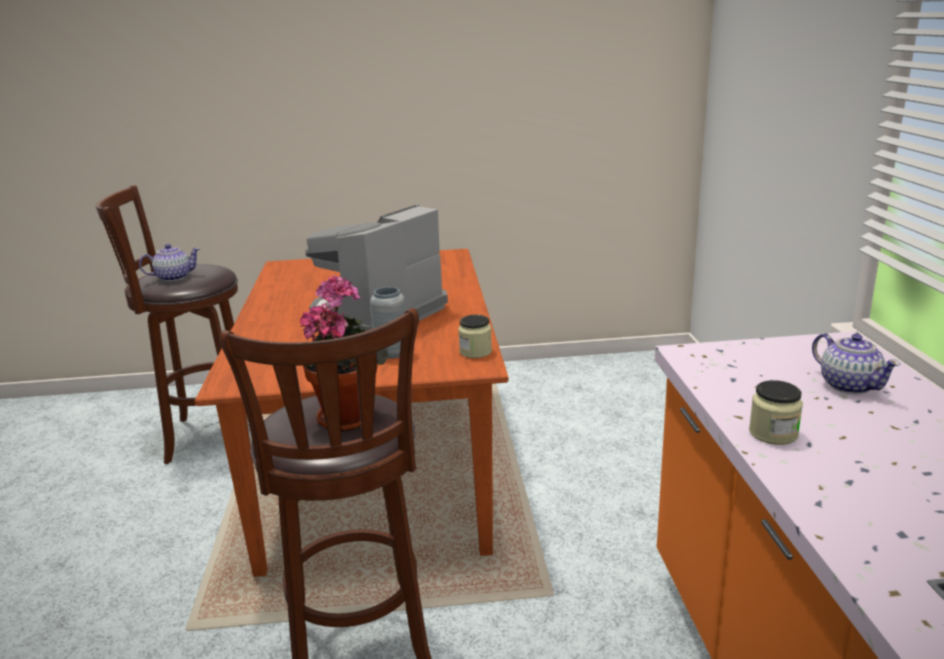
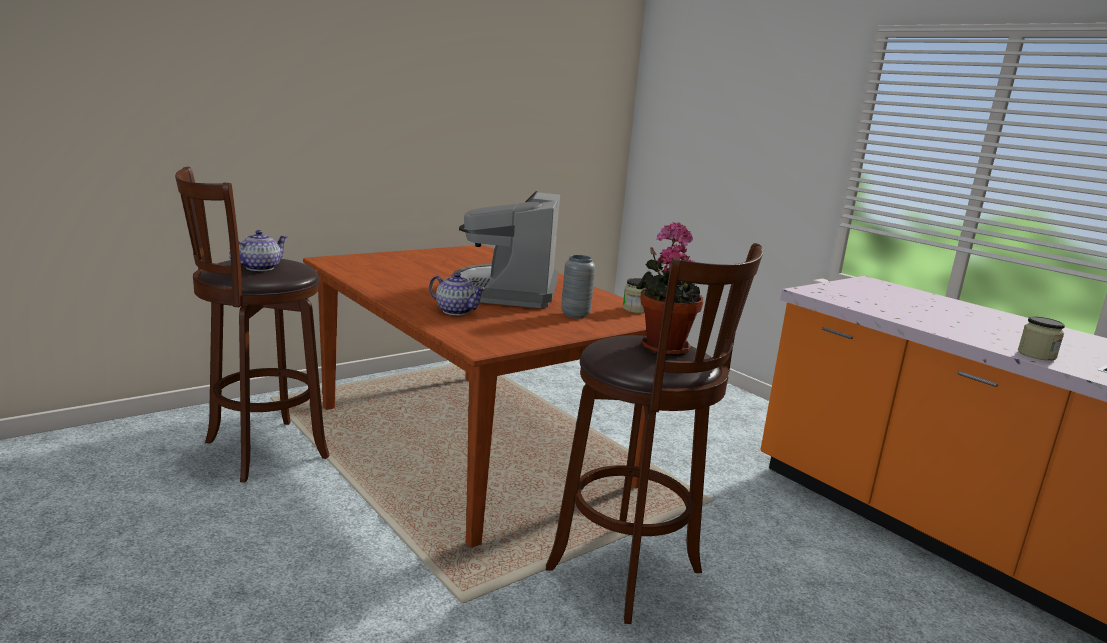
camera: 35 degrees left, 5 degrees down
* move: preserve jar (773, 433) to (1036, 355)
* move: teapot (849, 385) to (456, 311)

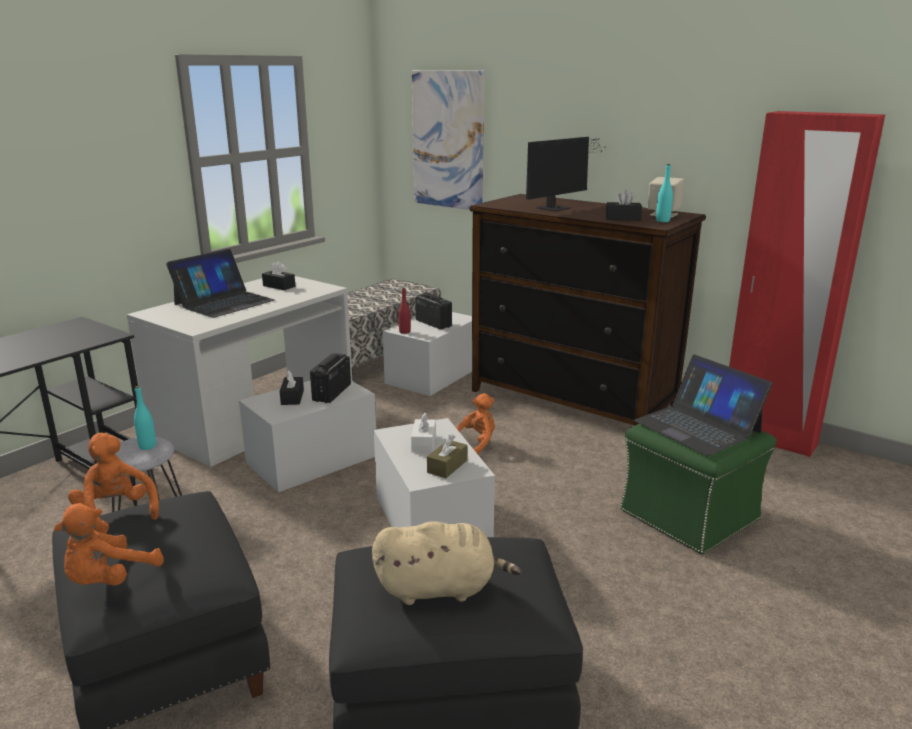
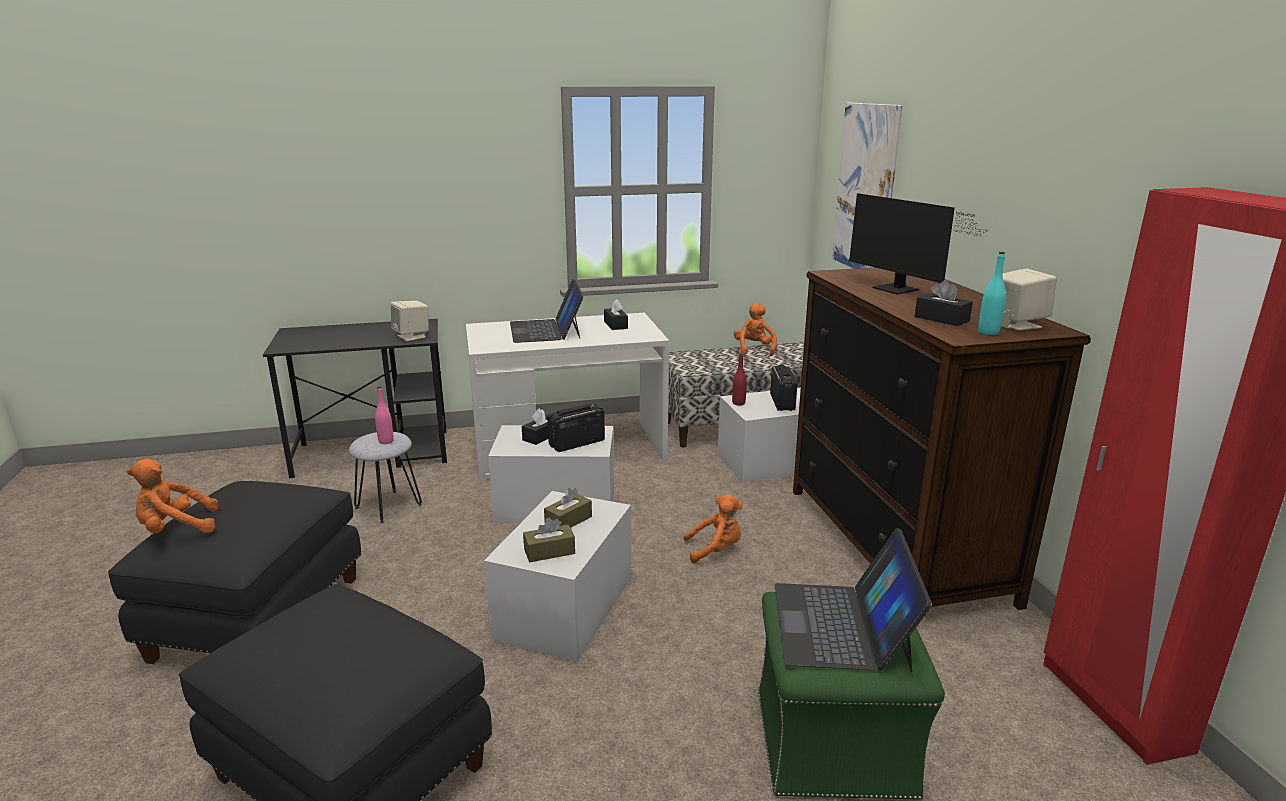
camera: 40 degrees right, 0 degrees up
* delete: cuddly toy (beige) (440, 588)
* insert: speaker (beige) (412, 336)
* move: cuddly toy (orangey) (116, 513) to (754, 349)
* recolor: bottle (turquoise) (147, 446) to bottle (pinkish) (386, 441)
* recolor: box of tissues (whitish) (423, 443) to box of tissues (brown) (568, 520)
* rotate: laptop (224, 302) = (546, 330) 90 degrees clockwise
* rotate: monitor (557, 208) = (899, 290) 60 degrees clockwise

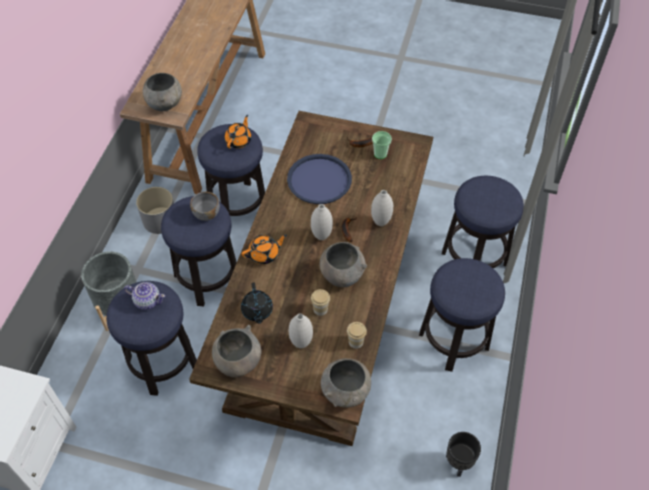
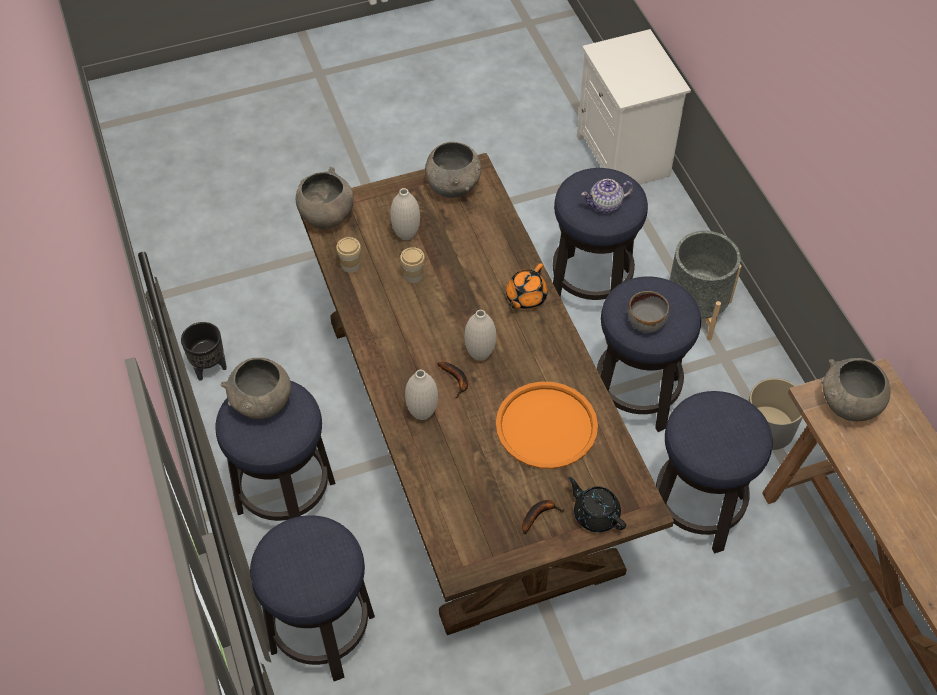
camera: 145 degrees right, 0 degrees up
* delete: teapot (orangey) (239, 140)
* delete: small cup (380, 154)
* move: teapot (black) (257, 311) to (595, 514)
* move: deep dish (greyish) (342, 275) to (262, 404)
* recolor: carrying tray (blue) (319, 180) to carrying tray (orangey) (546, 426)

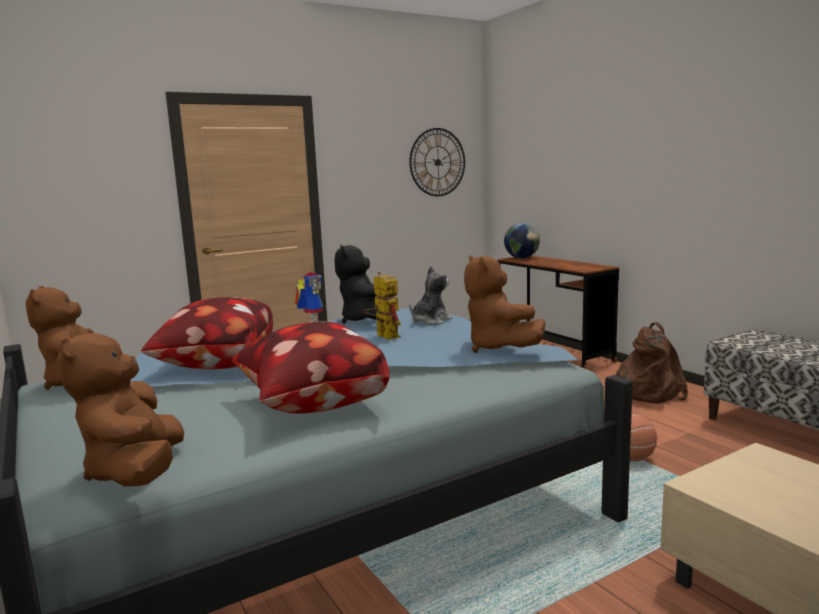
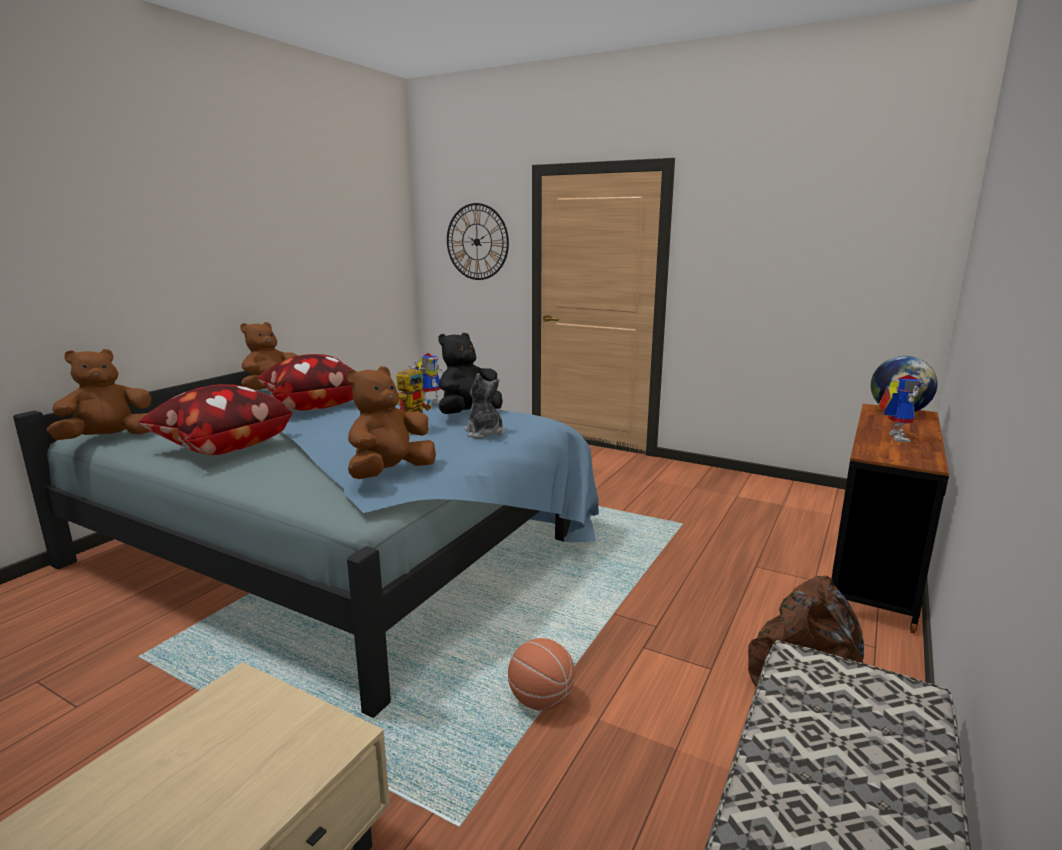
camera: 60 degrees right, 5 degrees up
* insert: model robot (893, 437)
* move: wall clock (437, 162) to (477, 242)
* rotate: cuddly toy (430, 321) = (484, 433) 135 degrees counterclockwise

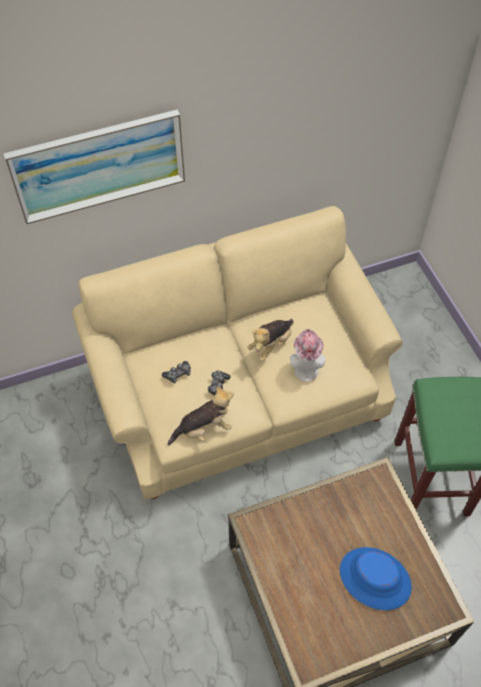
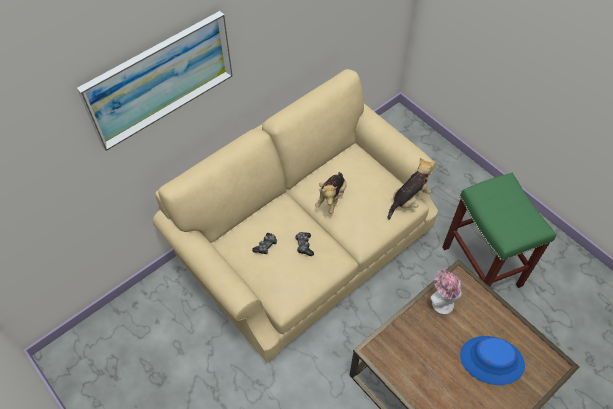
camera: 20 degrees left, 0 degrees up
* move: cuddly toy (204, 429) to (409, 200)
* move: hat (305, 368) to (441, 301)

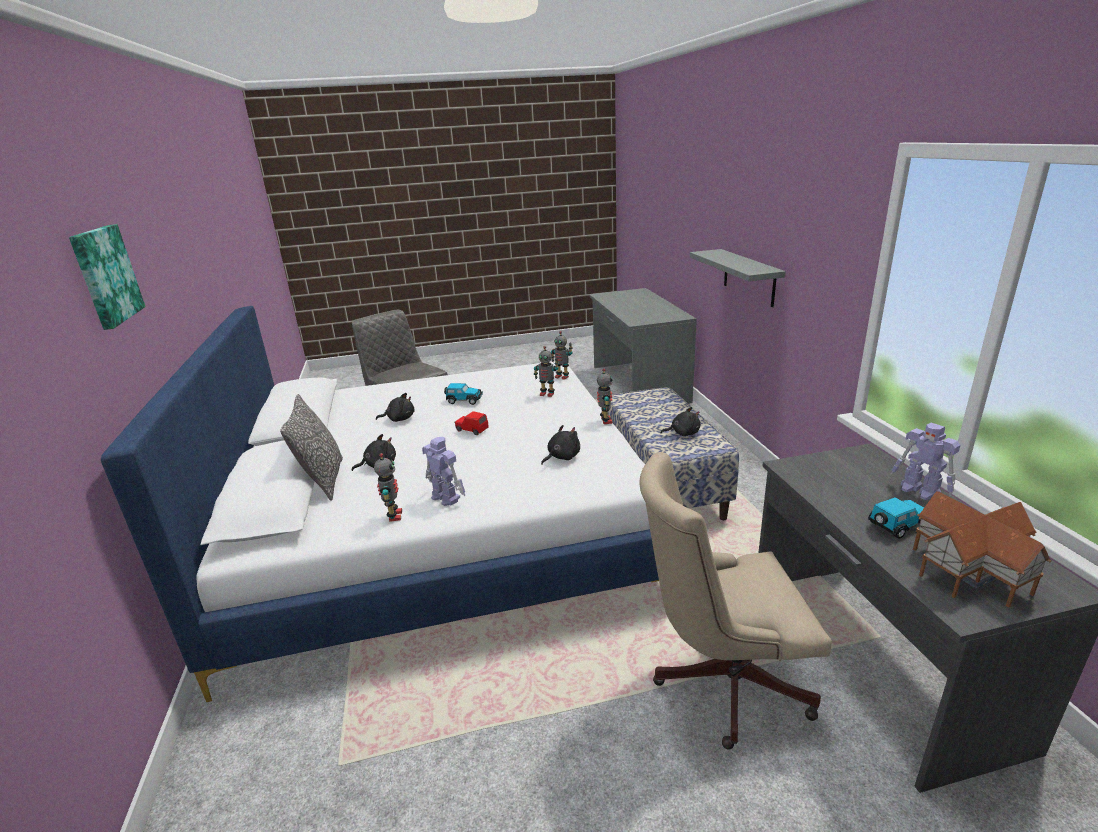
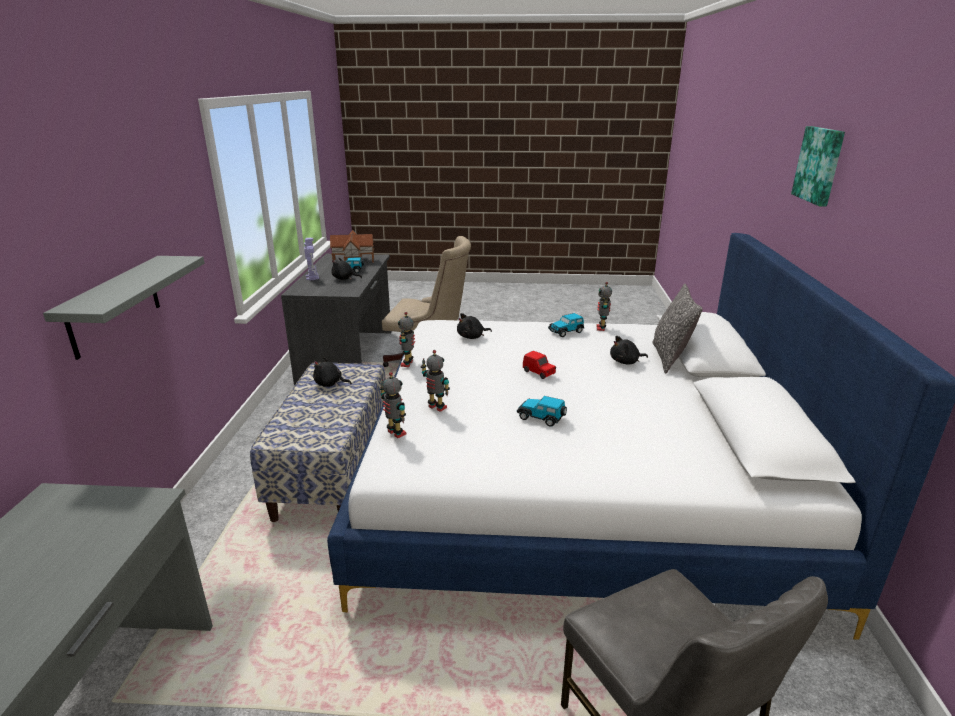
camera: 165 degrees left, 0 degrees up
* move: cuddly toy (black) (399, 419) to (344, 279)
* replace: model robot (445, 497) to toy car (566, 331)

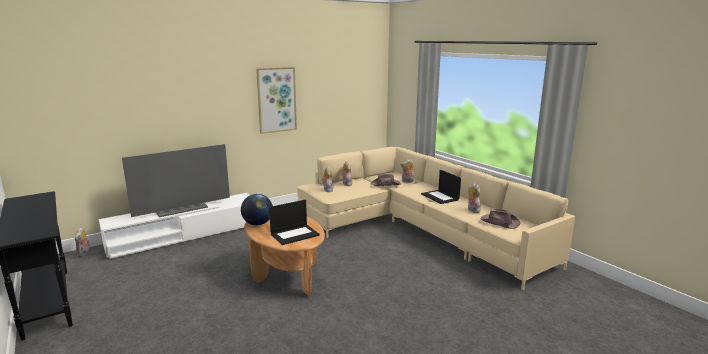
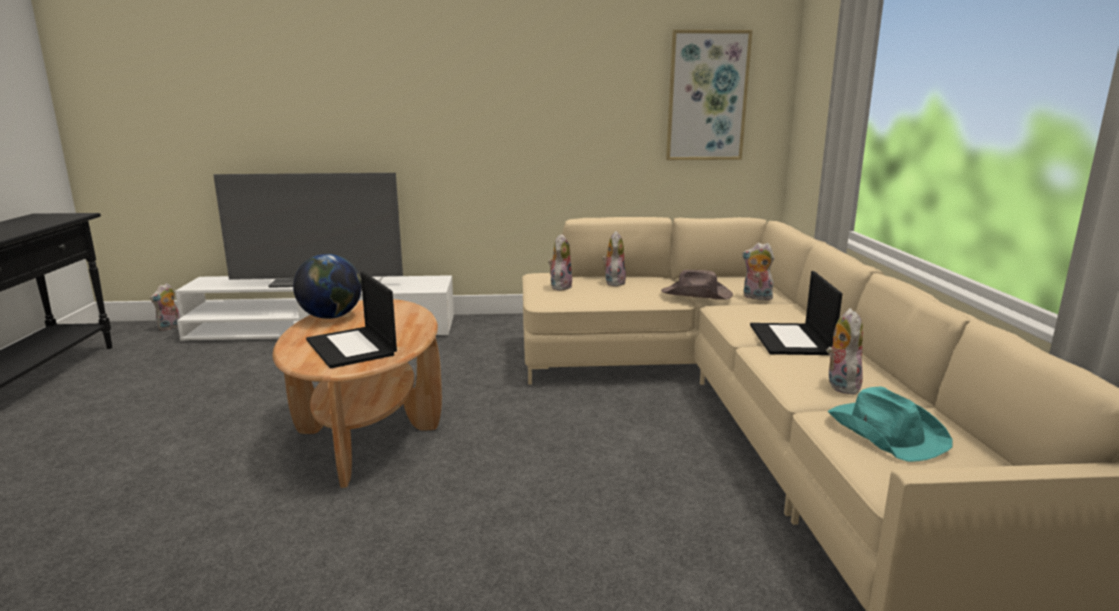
camera: 30 degrees right, 0 degrees up
* move: wall art (276, 100) to (707, 96)
* recolor: hat (brown) (499, 222) to hat (turquoise) (885, 432)
* rotate: laptop (295, 234) = (352, 347) 60 degrees clockwise

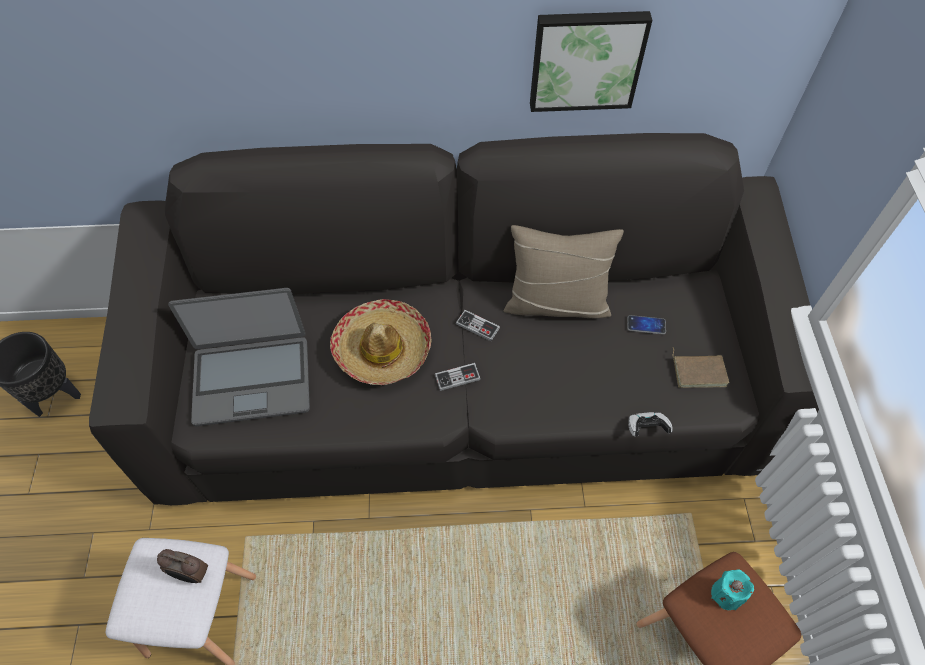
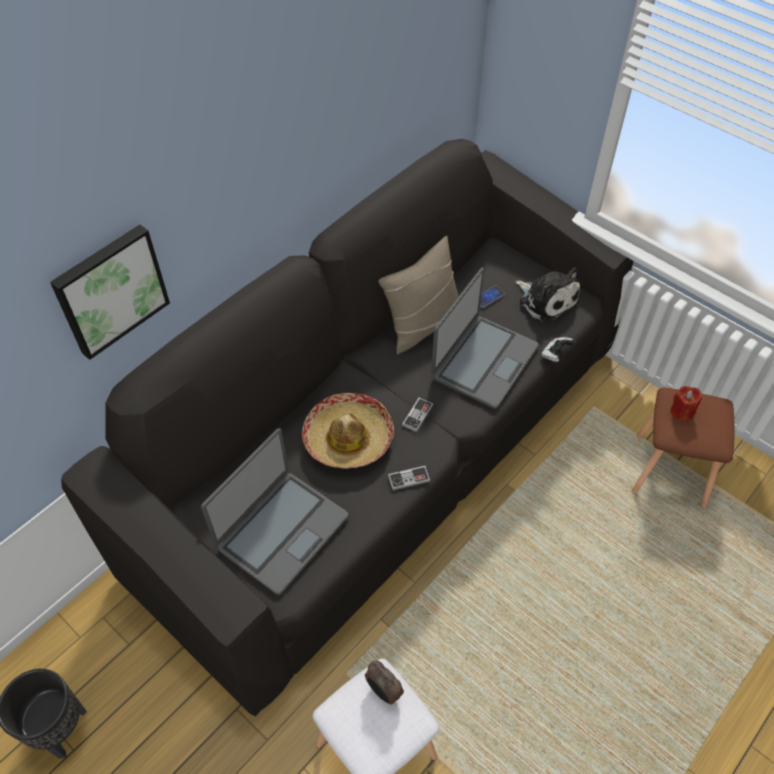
camera: 45 degrees left, 5 degrees down
* insert: laptop (483, 362)
* move: gamepad (477, 326) to (409, 478)
* move: wall art (586, 59) to (110, 290)
* replace: volume (brown) (699, 371) to cuddly toy (546, 300)
* recolor: wax candle (turquoise) (726, 594) to wax candle (red-coloured) (681, 411)
* rotate: alarm clock (191, 574) = (383, 691) 75 degrees clockwise

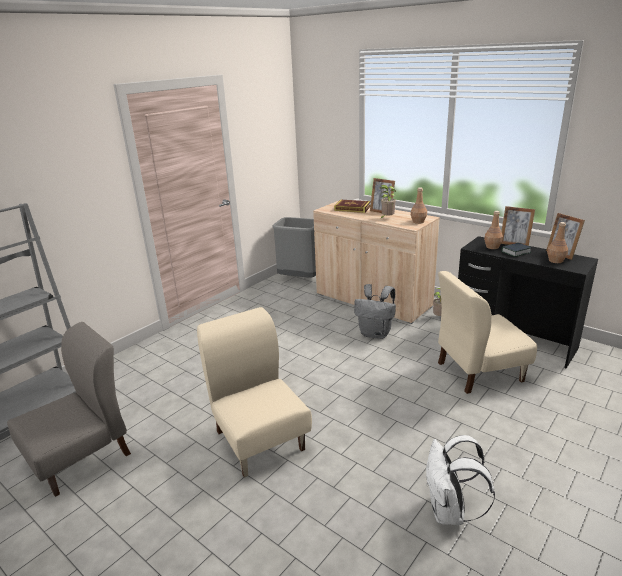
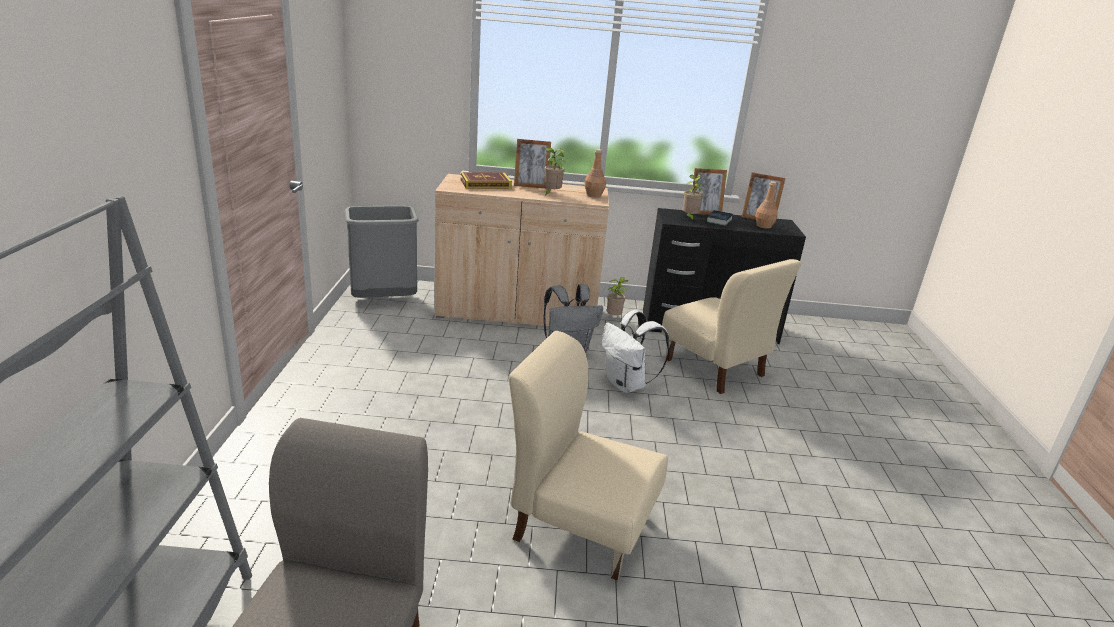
camera: 40 degrees left, 0 degrees up
* move: knapsack (whitish) (449, 512) to (627, 385)
* replace: bottle (brown) (492, 247) to plant in a pot (689, 218)
* rotate: upright chair (beige) (478, 371) = (714, 368) 75 degrees counterclockwise

